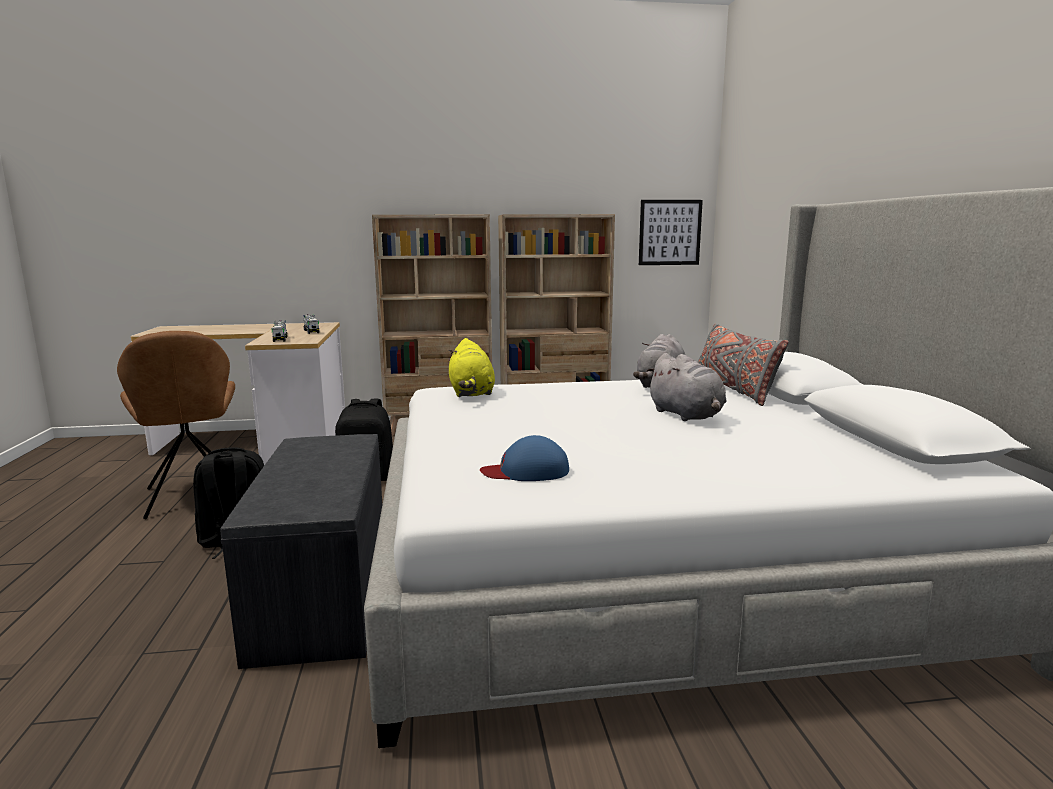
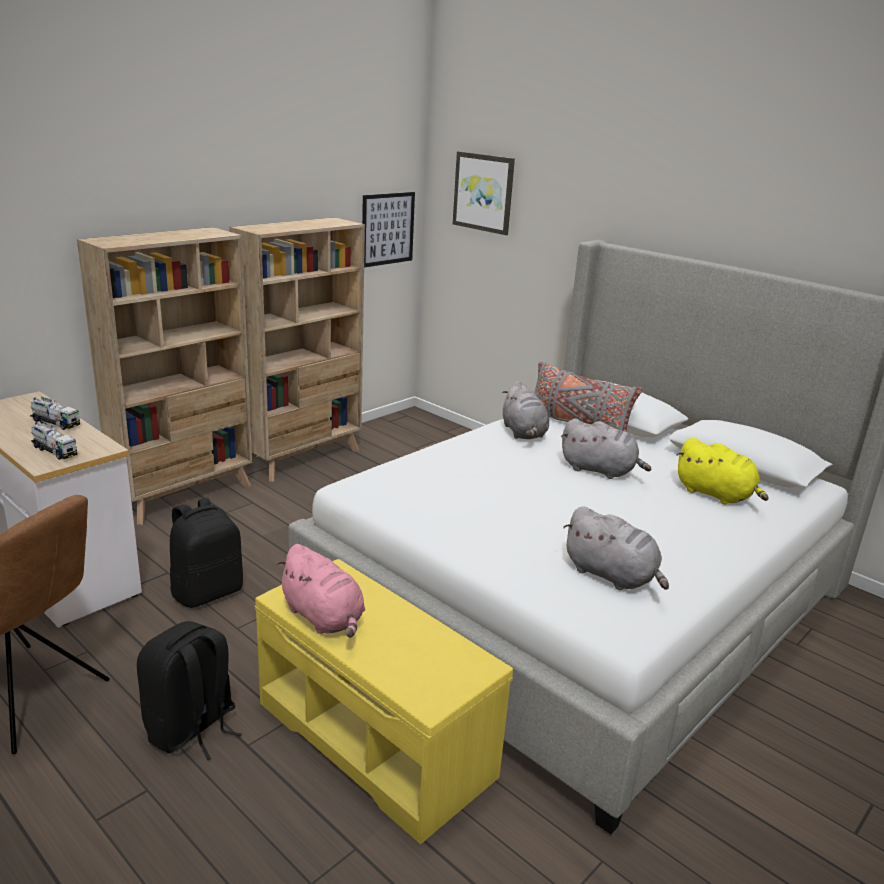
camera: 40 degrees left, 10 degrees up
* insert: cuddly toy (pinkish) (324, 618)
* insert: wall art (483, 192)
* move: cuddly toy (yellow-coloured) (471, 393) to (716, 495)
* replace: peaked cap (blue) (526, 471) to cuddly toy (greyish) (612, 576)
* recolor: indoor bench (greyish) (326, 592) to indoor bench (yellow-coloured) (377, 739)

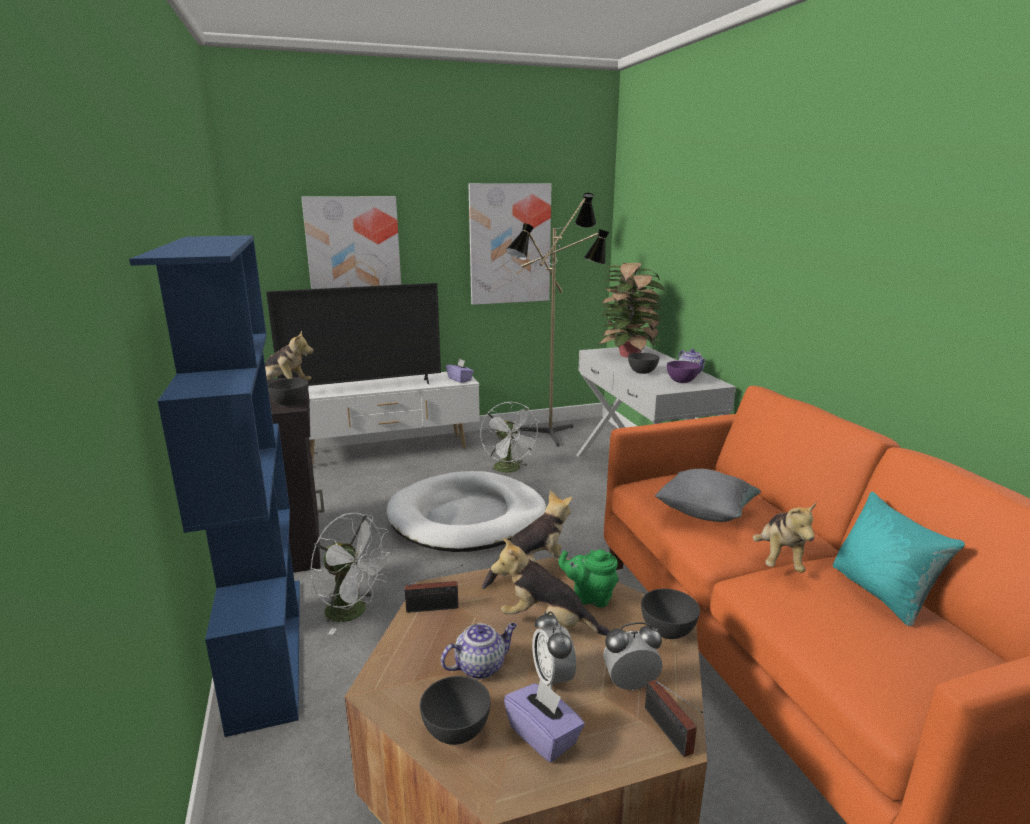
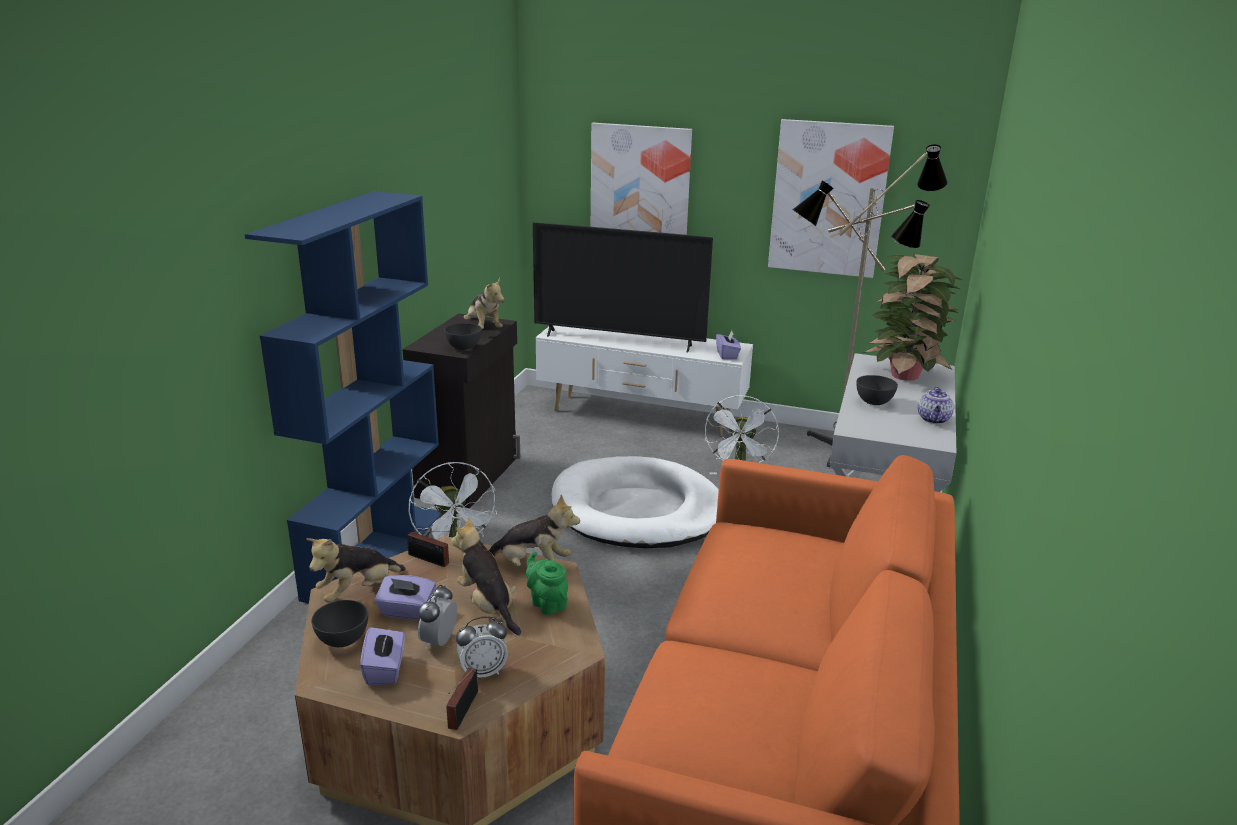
camera: 35 degrees right, 5 degrees up
* delete: deep dish (greyish) (668, 630)
* delete: throw pillow (greyish) (705, 513)
* delete: deep dish (purplish) (681, 381)
* delete: throw pillow (turquoise) (881, 593)
* move: cuddly toy (779, 559) to (357, 591)
* replace: teapot (481, 666) to box of tissues (purplish) (406, 611)
* rotate: alarm clock (630, 684) = (483, 672) 135 degrees clockwise

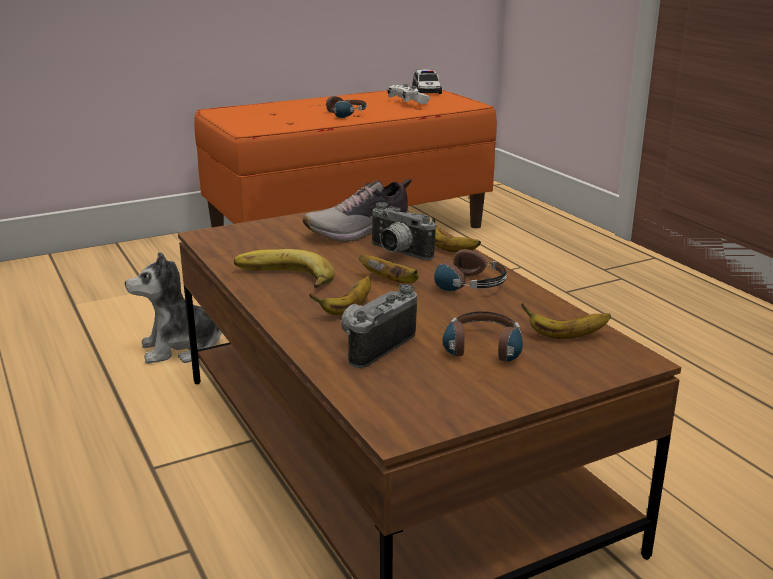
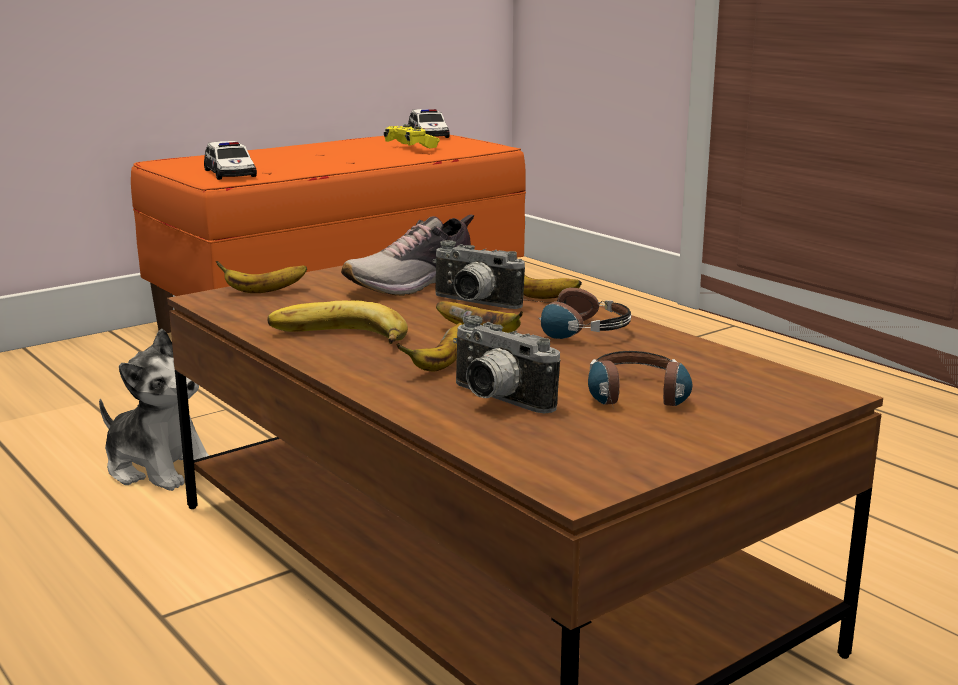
camera: 10 degrees left, 5 degrees down
* delete: headphones (339, 114)
* insert: toy car (230, 174)
* move: whole banana (565, 336) to (263, 291)
* recolor: gamepad (whitish) (408, 102) to gamepad (yellow-coloured) (411, 146)
* rotate: cuddly toy (182, 348) = (158, 468) 120 degrees counterclockwise
* rotate: still camera (373, 345) = (495, 401) 75 degrees counterclockwise

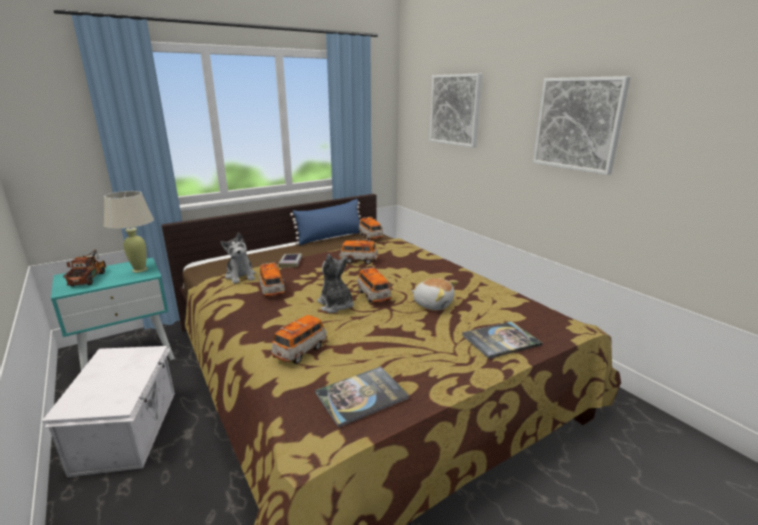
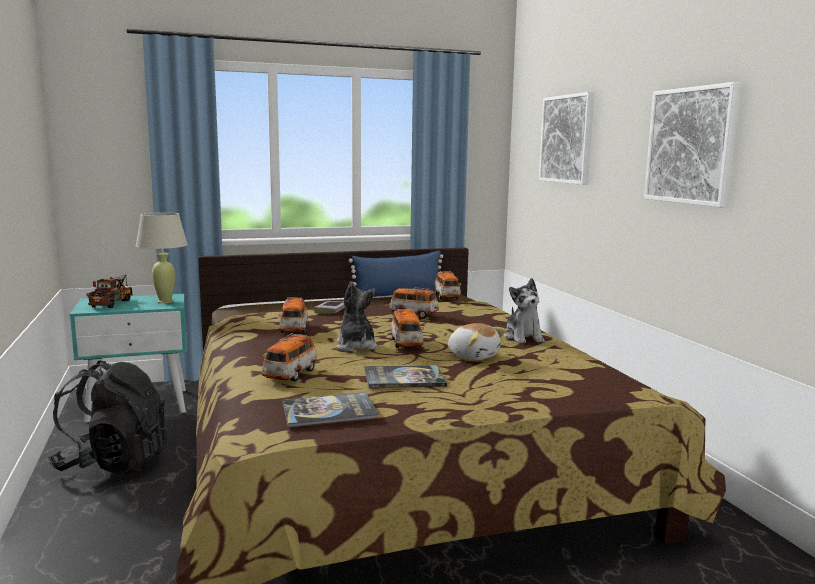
camera: 15 degrees right, 10 degrees down
* move: cuddly toy (241, 276) to (523, 337)
* move: volume (501, 340) to (404, 378)
* replace: storage container (whitish) (129, 429) to knapsack (black) (114, 464)
* rotate: toy car (300, 351) = (290, 375) 150 degrees clockwise

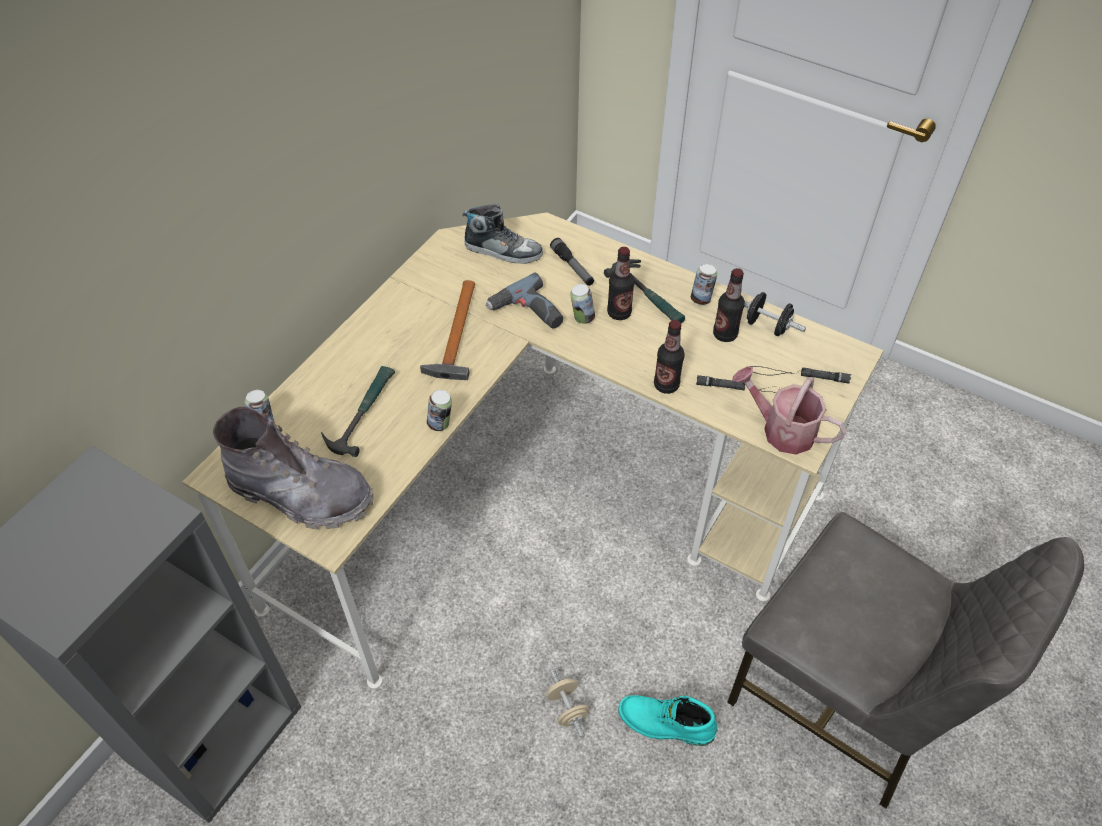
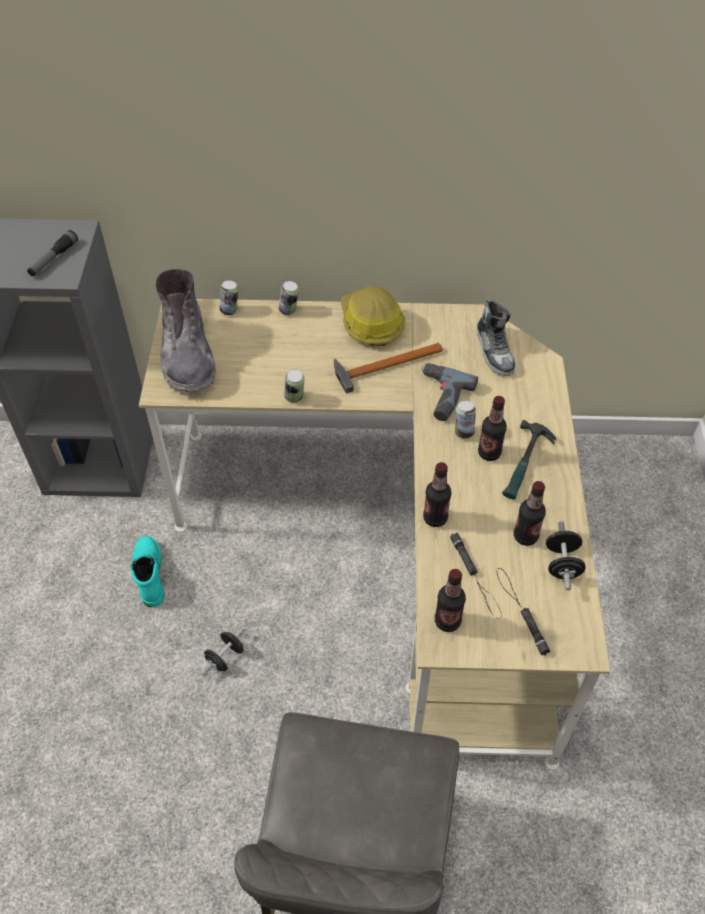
camera: 60 degrees right, 0 degrees up
* delete: tool hammer (362, 413)
* insert: safety helmet (370, 323)
* move: hand torch (572, 267) to (53, 259)
* move: boot (turquoise) (665, 725) to (148, 574)
* move: can (701, 299) to (289, 311)
* replace: watering can (781, 430) to bottle (447, 621)
* recolor: dumbbell (beige) (567, 709) to dumbbell (black) (225, 658)

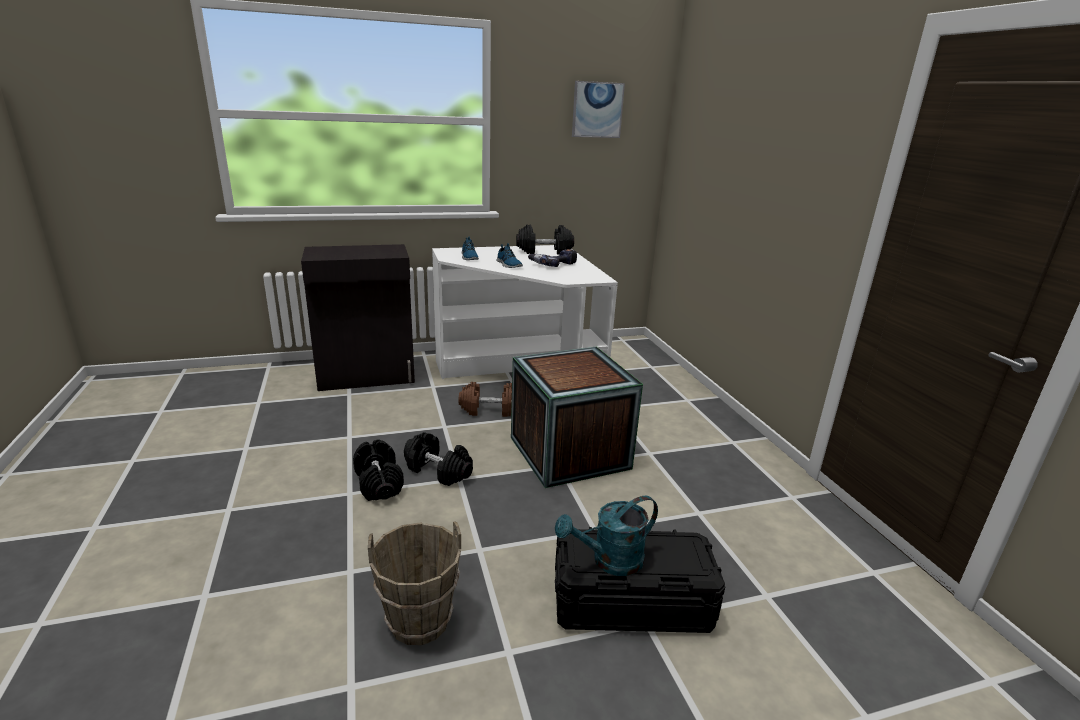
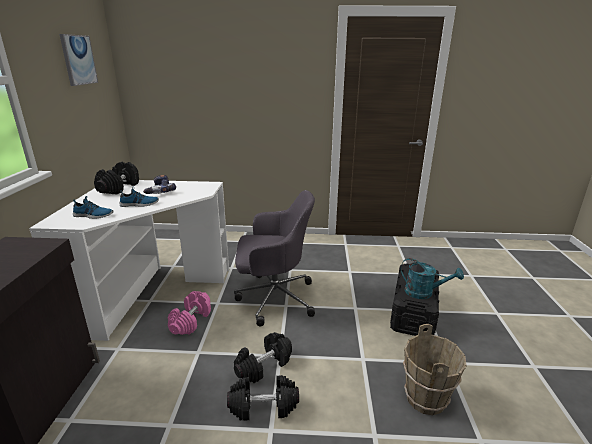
camera: 70 degrees left, 0 degrees up
* replace: shipping crate (569, 453) to computer chair (greyish) (273, 298)
* recolor: dumbbell (brown) (490, 410) to dumbbell (pinkish) (191, 321)
* rotate: watering can (turquoise) (609, 561) = (424, 293) 60 degrees counterclockwise

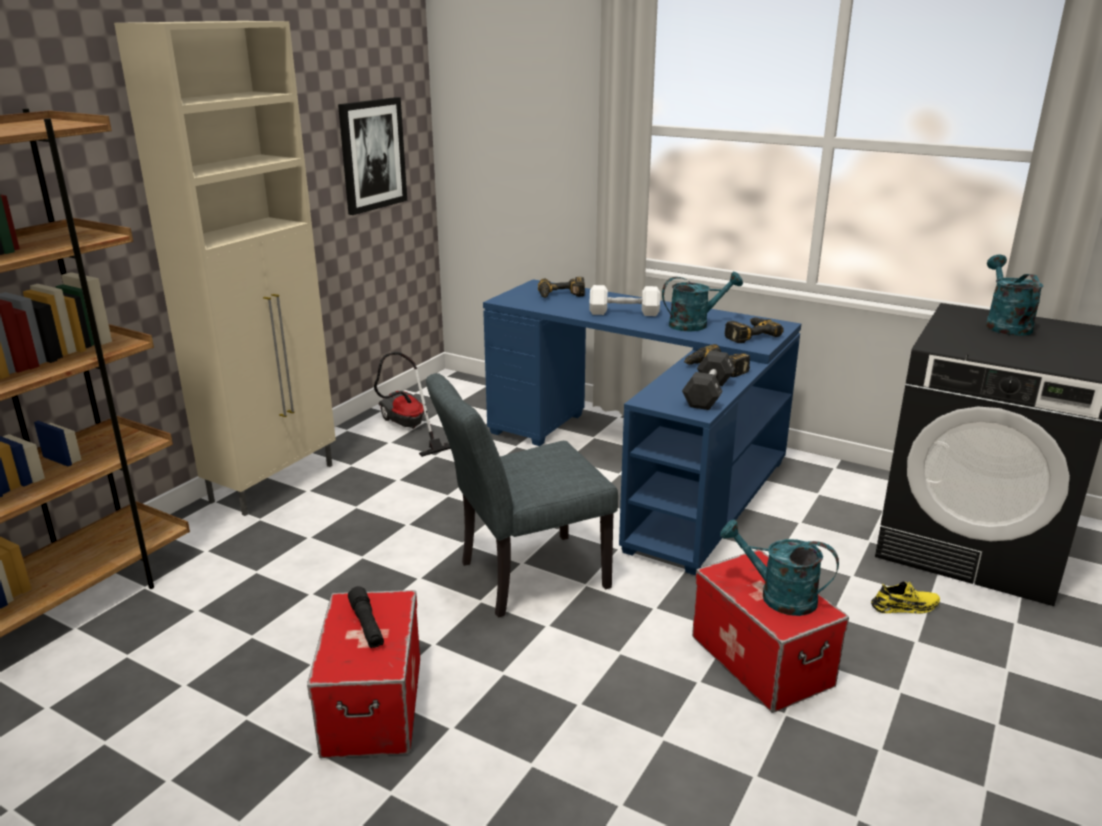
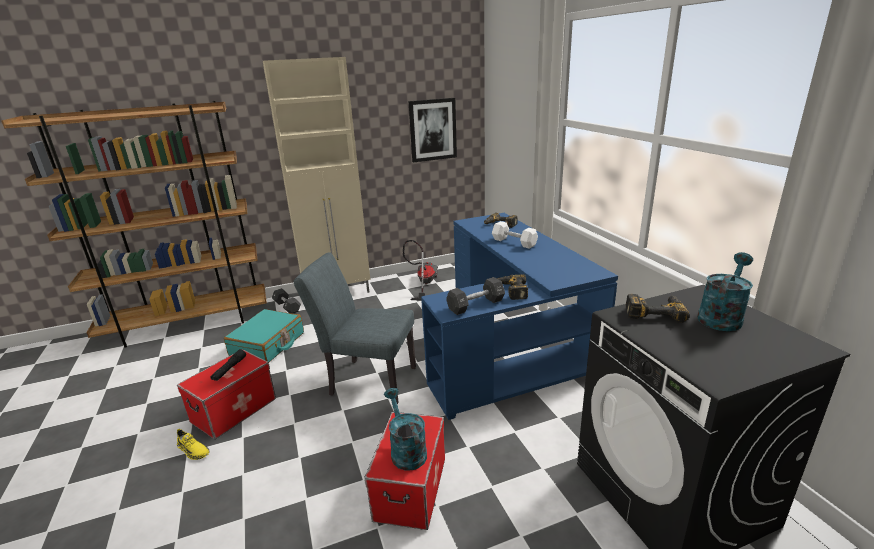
camera: 40 degrees right, 0 degrees up
* delete: watering can (turquoise) (695, 324)
* insert: suitcase (turquoise) (268, 344)
* insert: dumbbell (black) (287, 307)
* move: electric drill (748, 335) to (654, 312)
* move: item of footwear (yellow-coloured) (905, 606) to (193, 450)

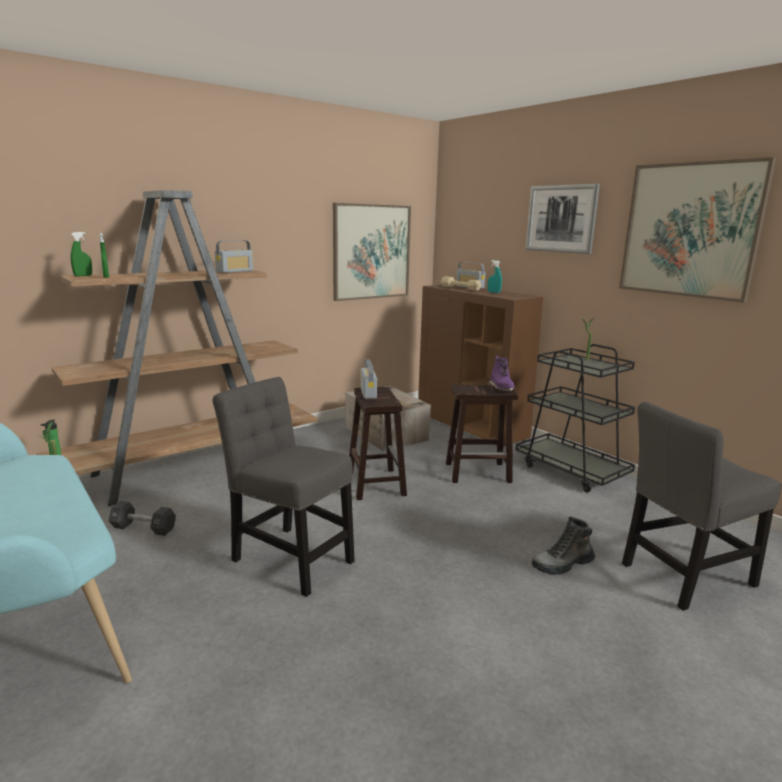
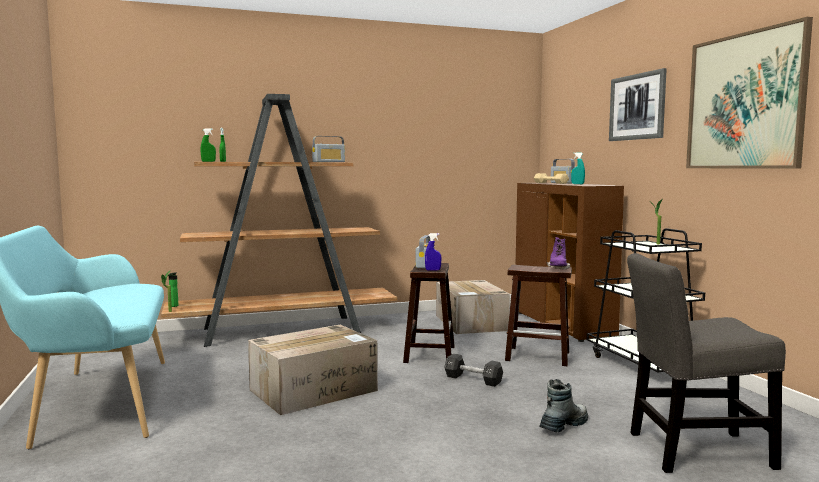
camera: 20 degrees right, 10 degrees down
* delete: wall art (371, 252)
* insert: hand sprayer (blue) (433, 270)
* move: dumbbell (black) (143, 528) to (473, 379)
* replace: upright chair (greyish) (289, 557) to cardboard box (315, 390)
* rotate: boot (562, 564) = (563, 425) 135 degrees clockwise

